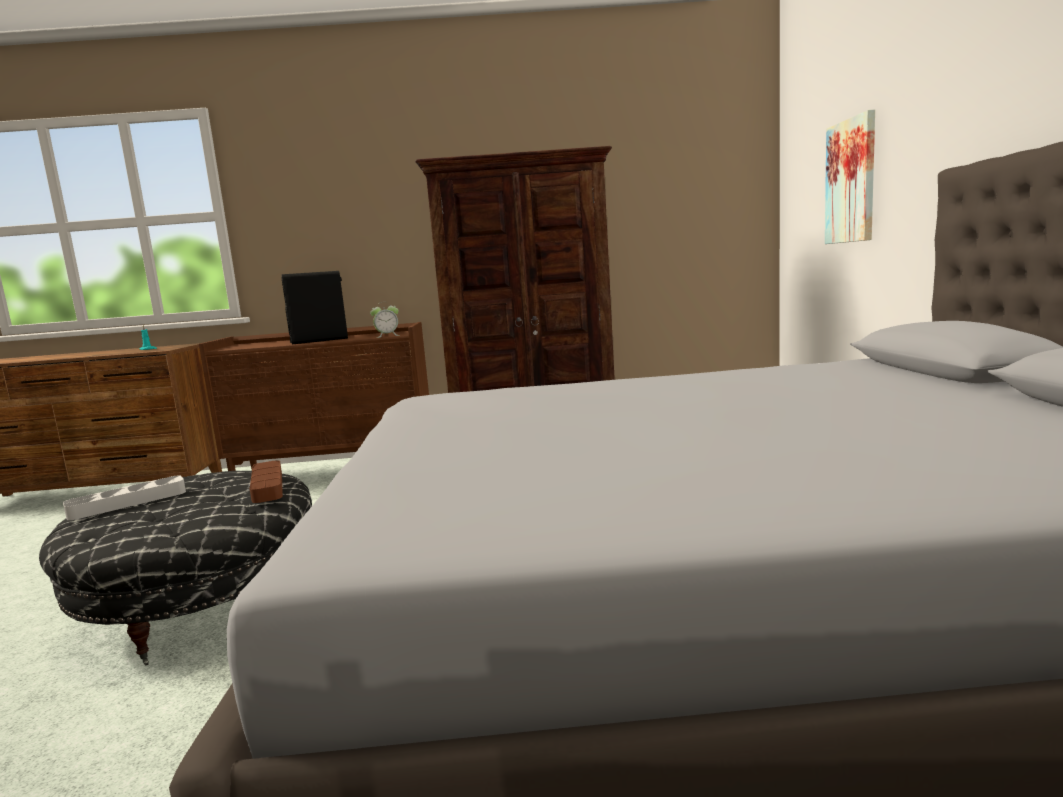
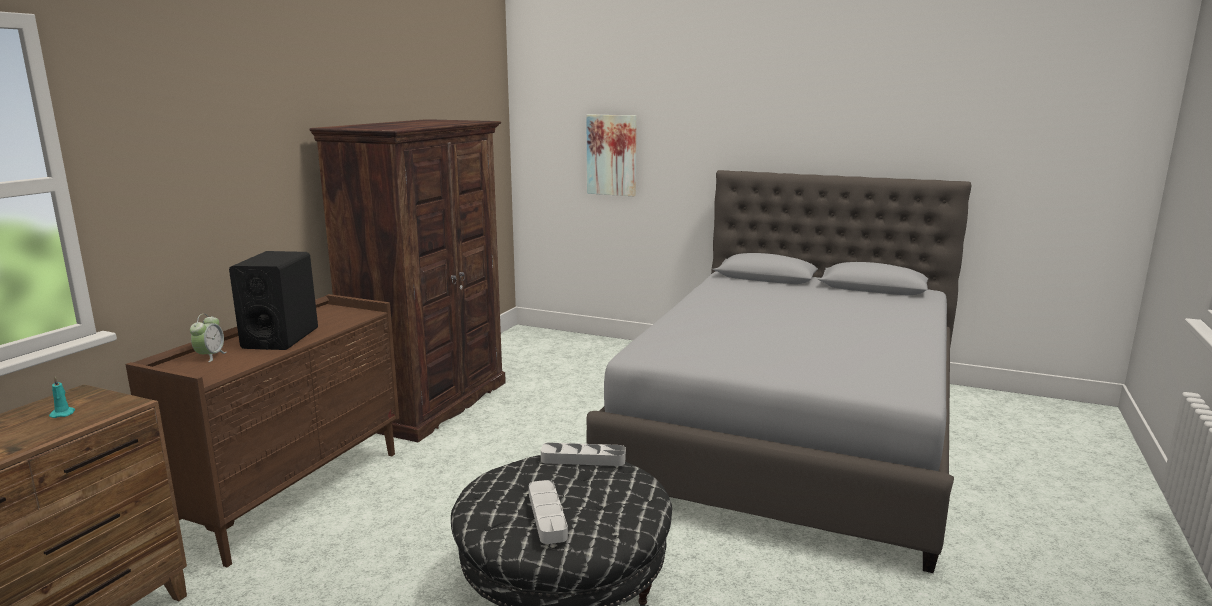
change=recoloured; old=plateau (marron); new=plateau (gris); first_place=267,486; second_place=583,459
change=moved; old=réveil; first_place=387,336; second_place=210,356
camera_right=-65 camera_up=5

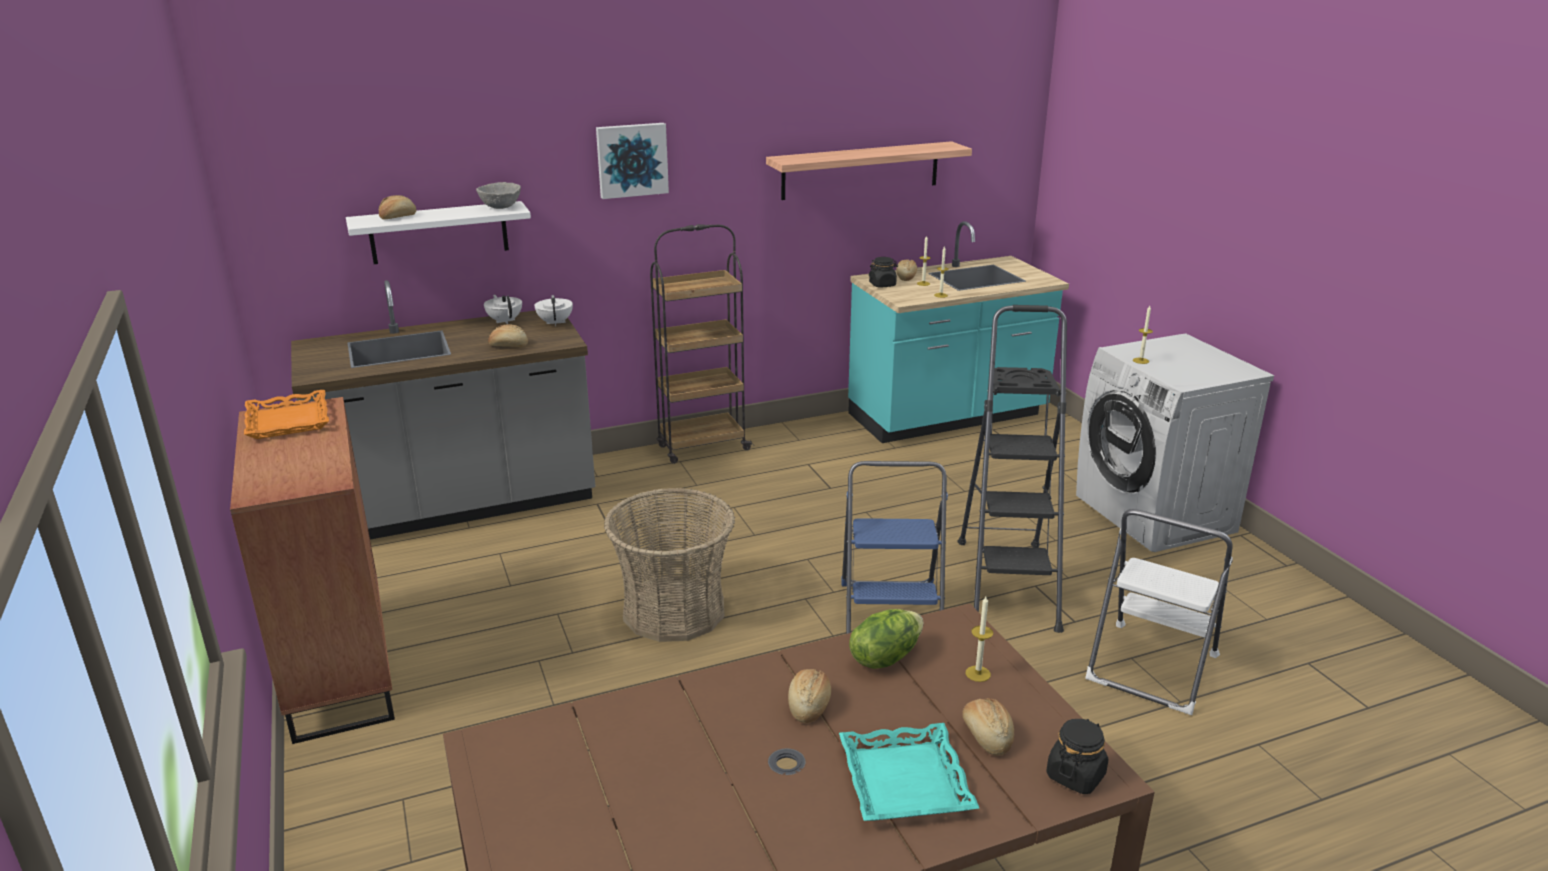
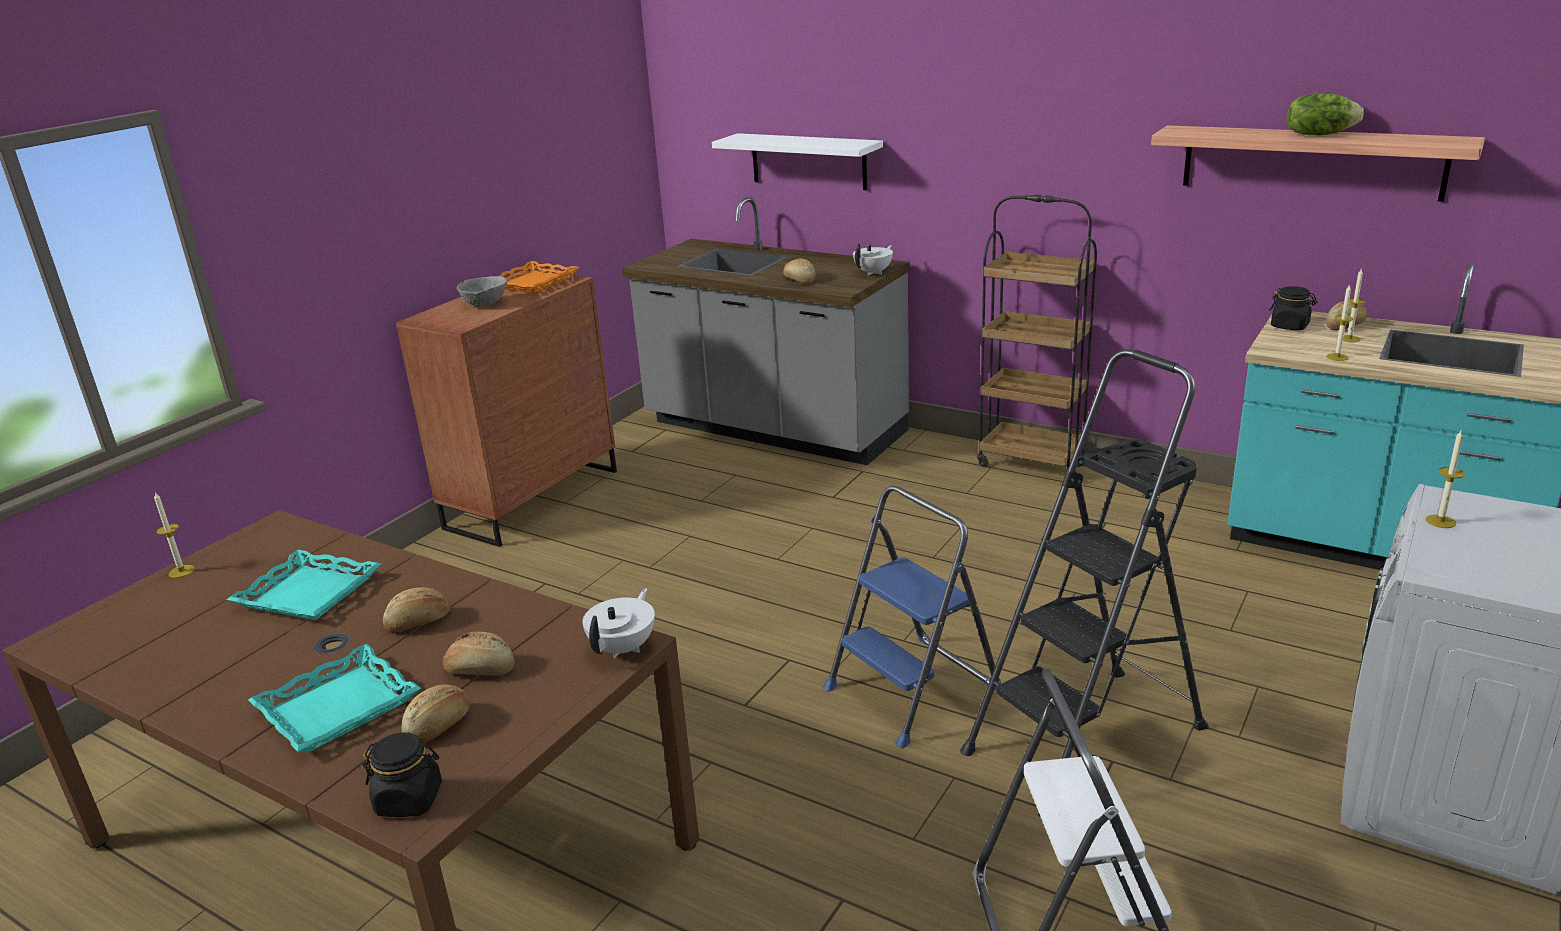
change=moved; old=pain; first_place=397,217; second_place=481,669
change=moved; old=bol (gris); first_place=501,207; second_place=486,304
change=moved; old=théière (blanc); first_place=505,321; second_place=624,647
change=removed; old=tableau; first_place=631,160
change=removed; old=panier; first_place=674,610
change=moved; old=laitue; first_place=885,657; second_place=1318,134
change=moved; old=bougie; first_place=978,673; second_place=181,571
change=added; new=plateau (turquoise); second_place=308,594
camera_right=55 camera_up=0

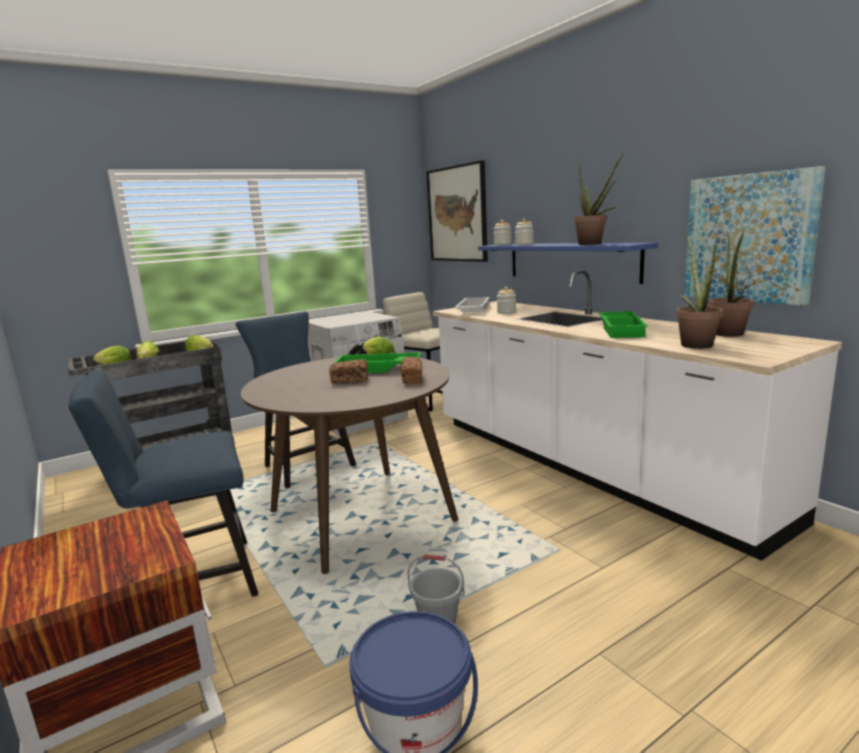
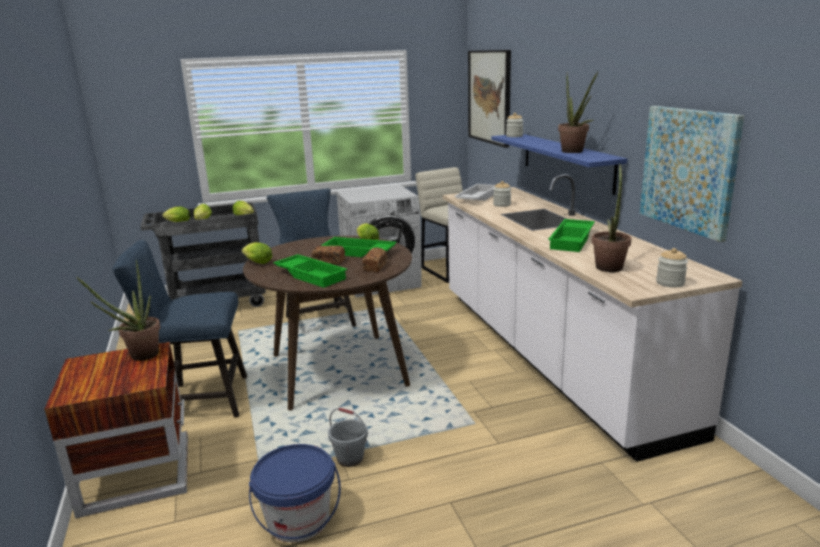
change=moved; old=bocal; first_place=524,244; second_place=670,283
change=moved; old=plante en pot; first_place=729,335; second_place=139,357
change=added; new=laitue; second_place=256,262
change=added; new=plateau (vert); second_place=311,275
camera_right=15 camera_up=5

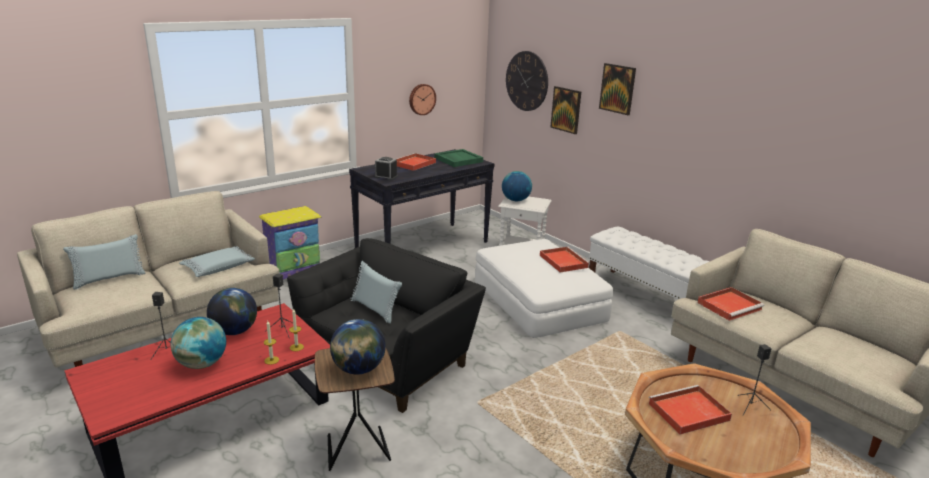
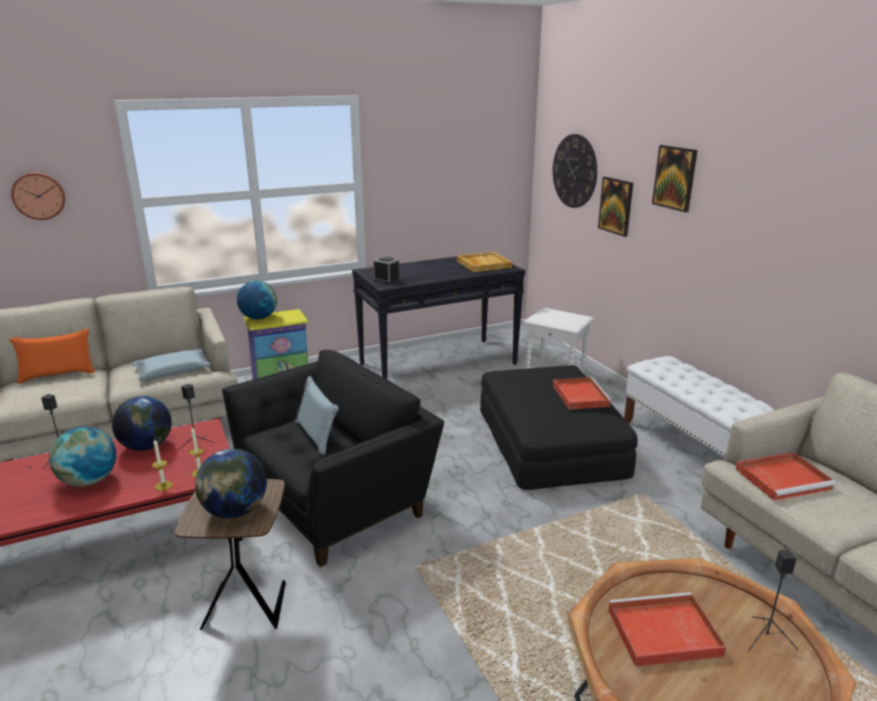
change=recoloured; old=coussin (bleu); new=coussin (orange); first_place=109,279; second_place=58,375
change=removed; old=plateau (rouge); first_place=413,164
change=moved; old=horloge murale; first_place=421,99; second_place=38,196
change=recoloured; old=plateau (vert); new=plateau (beige); first_place=458,160; second_place=483,264
change=recoloured; old=pouf (blanc); new=pouf (noir); first_place=539,300; second_place=550,441
change=moved; old=globe; first_place=515,200; second_place=258,318
camera_right=15 camera_up=0

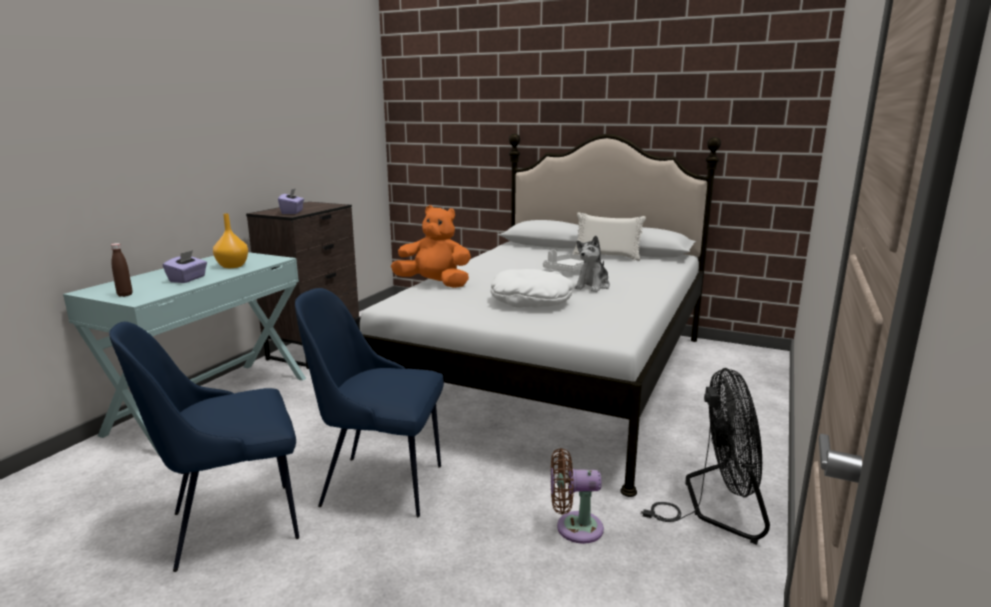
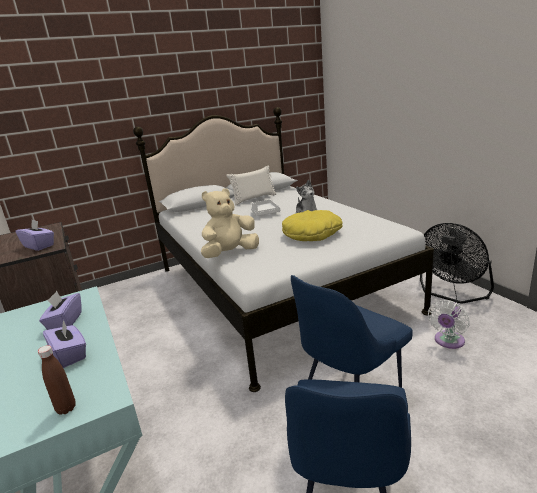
change=replaced; old=vase (orange); new=boîte à mouchoirs (violet); first_place=232,266; second_place=65,322
change=recoloured; old=peluche (orange); new=peluche (beige); first_place=435,284; second_place=230,253
change=recoloured; old=coussin (blanc); new=coussin (jaune); first_place=531,301; second_place=310,234
change=recoloured; old=ventilateur (marron); new=ventilateur (blanc); first_place=574,528; second_place=448,341
camera_right=-50 camera_up=5

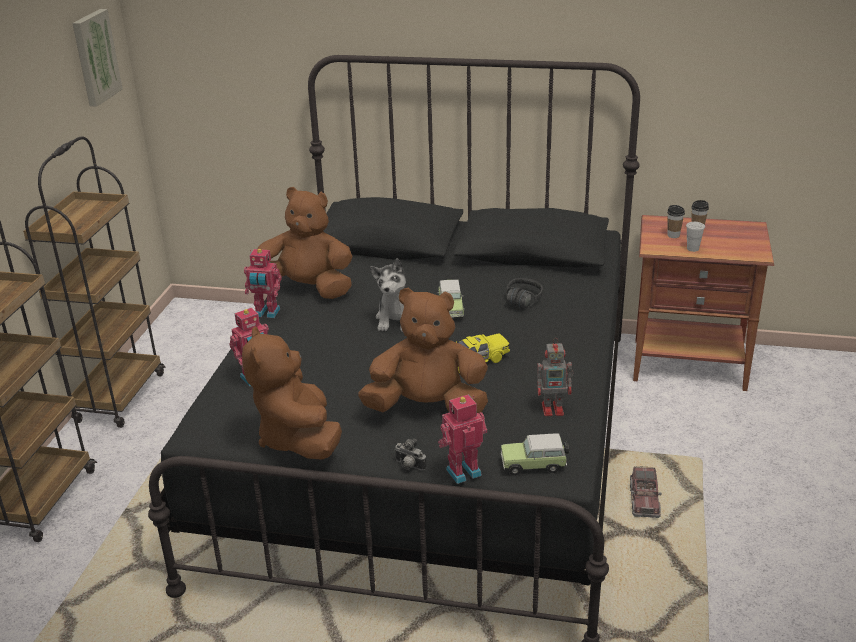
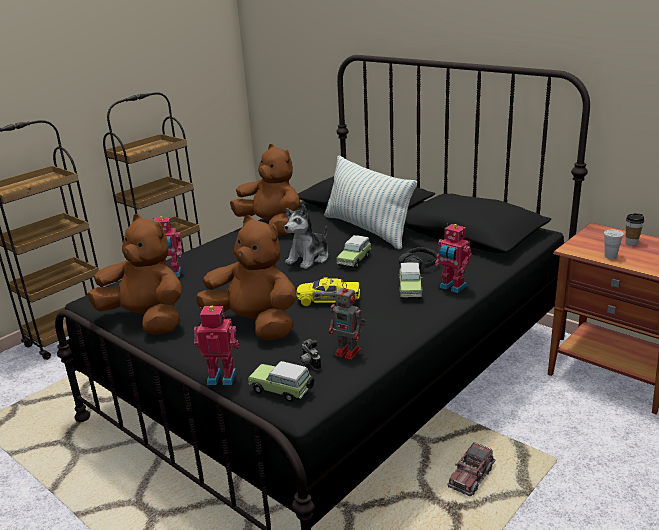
change=removed; old=tableau; first_place=94,57
change=turned; old=peluche (marron); first_place=298,438; second_place=147,320; degrees=105
change=moved; old=robot jouet; first_place=266,313; second_place=452,287
change=moved; old=appareil photo; first_place=409,466; second_place=309,364
change=removed; old=tasse; first_place=673,235
change=added; new=coussin; second_place=367,229
change=added; new=petite voiture; second_place=410,290
camera_right=30 camera_up=-5

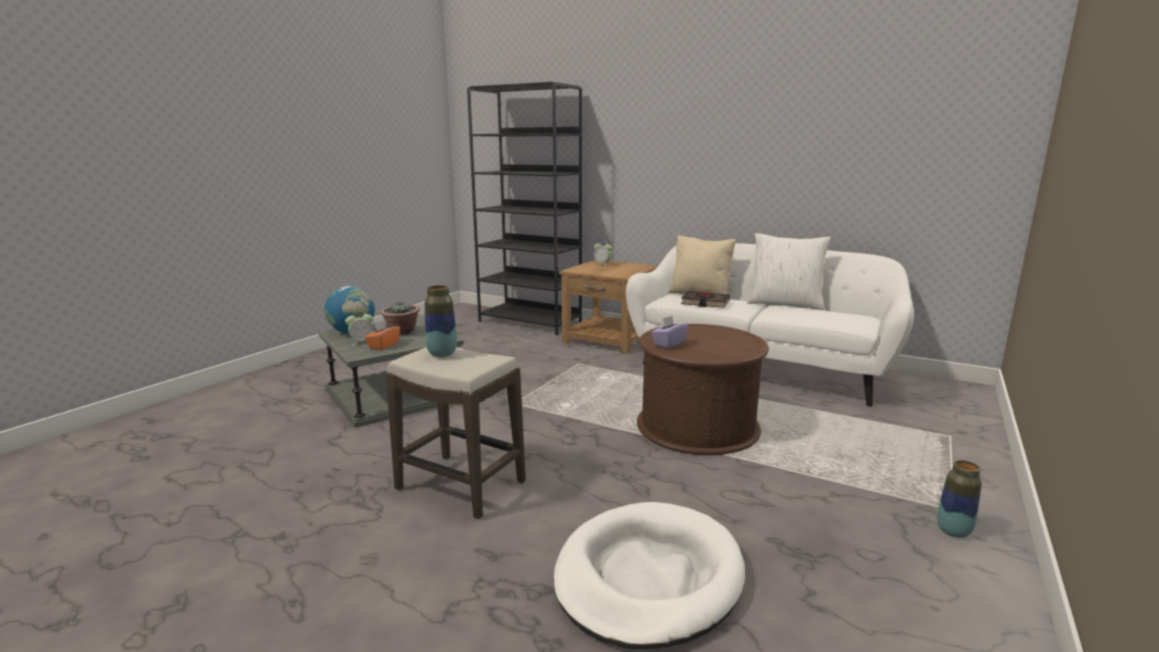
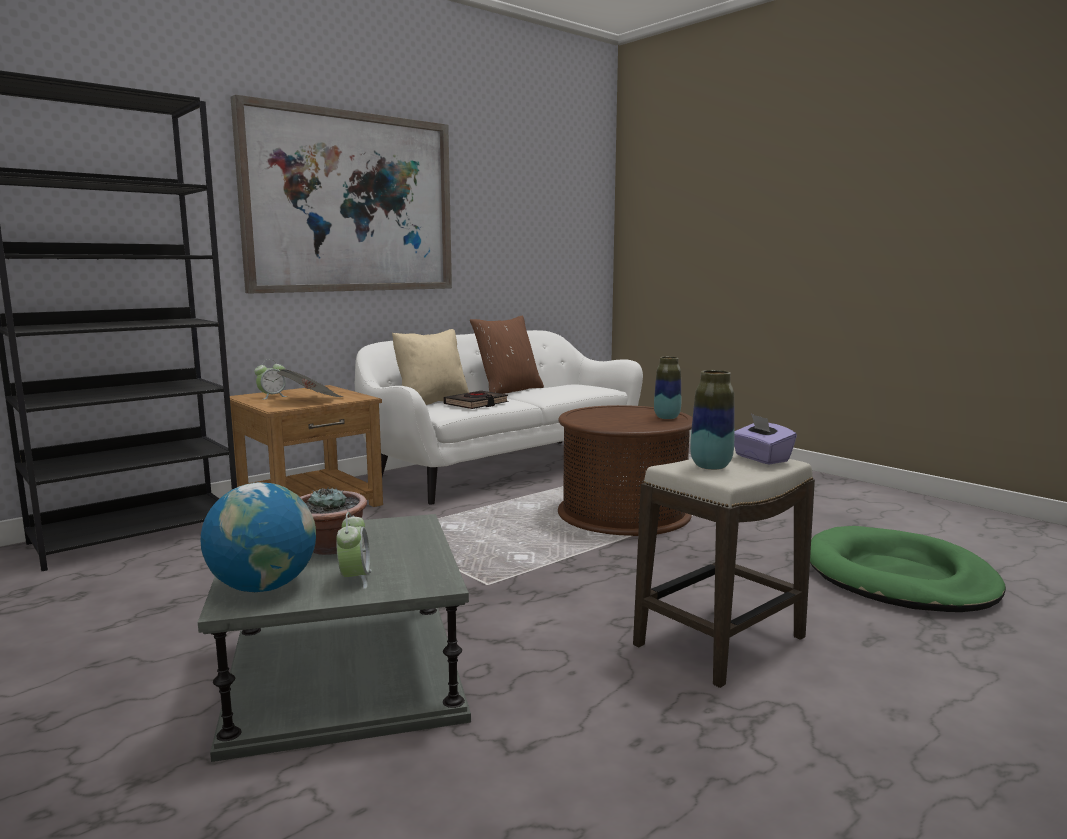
change=removed; old=boîte à mouchoirs (orange); first_place=383,345
change=recoloured; old=panier pour chien (blanc); new=panier pour chien (vert); first_place=648,577; second_place=898,577
change=moved; old=boîte à mouchoirs (violet); first_place=669,344; second_place=761,458
change=recoloured; old=coussin (blanc); new=coussin (marron); first_place=785,304; second_place=508,391
change=moved; old=vase; first_place=953,531; second_place=667,417
change=added; new=tableau; second_place=350,203
change=added; new=journal; second_place=311,400
camera_right=-70 camera_up=-5

